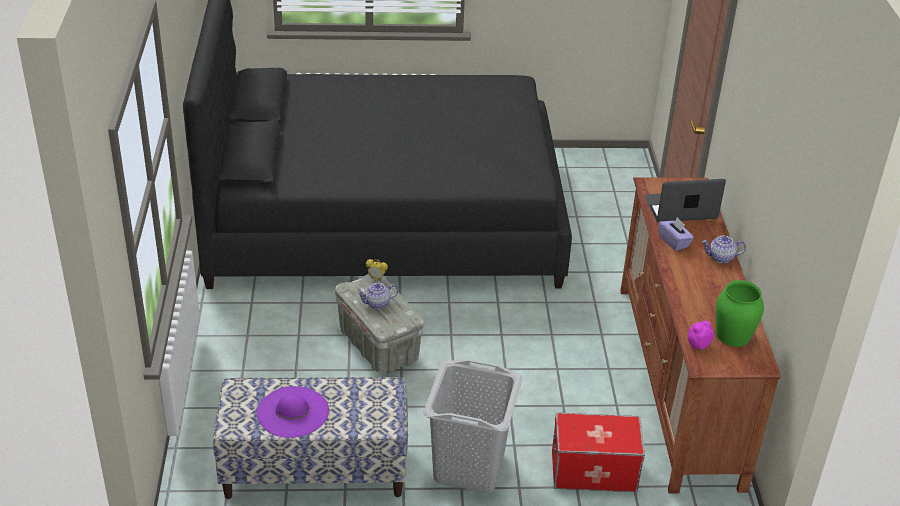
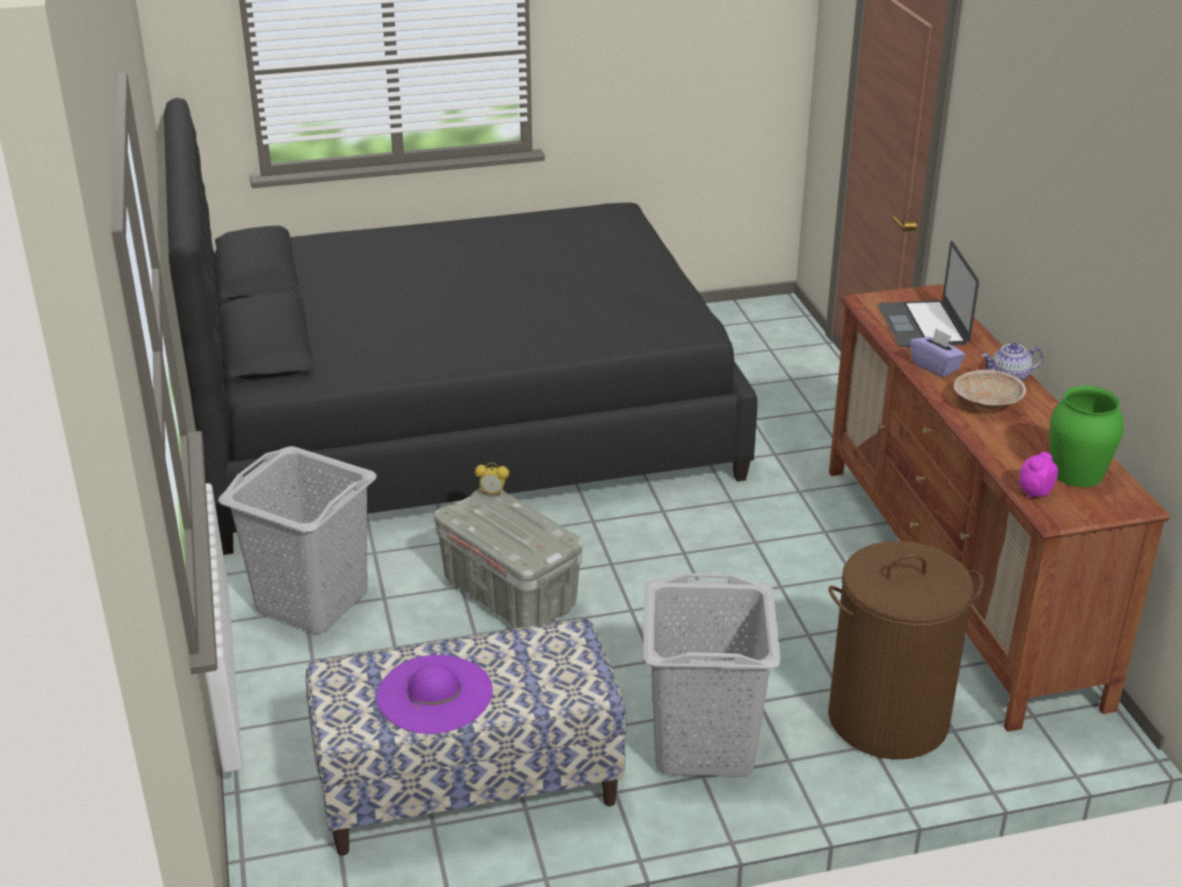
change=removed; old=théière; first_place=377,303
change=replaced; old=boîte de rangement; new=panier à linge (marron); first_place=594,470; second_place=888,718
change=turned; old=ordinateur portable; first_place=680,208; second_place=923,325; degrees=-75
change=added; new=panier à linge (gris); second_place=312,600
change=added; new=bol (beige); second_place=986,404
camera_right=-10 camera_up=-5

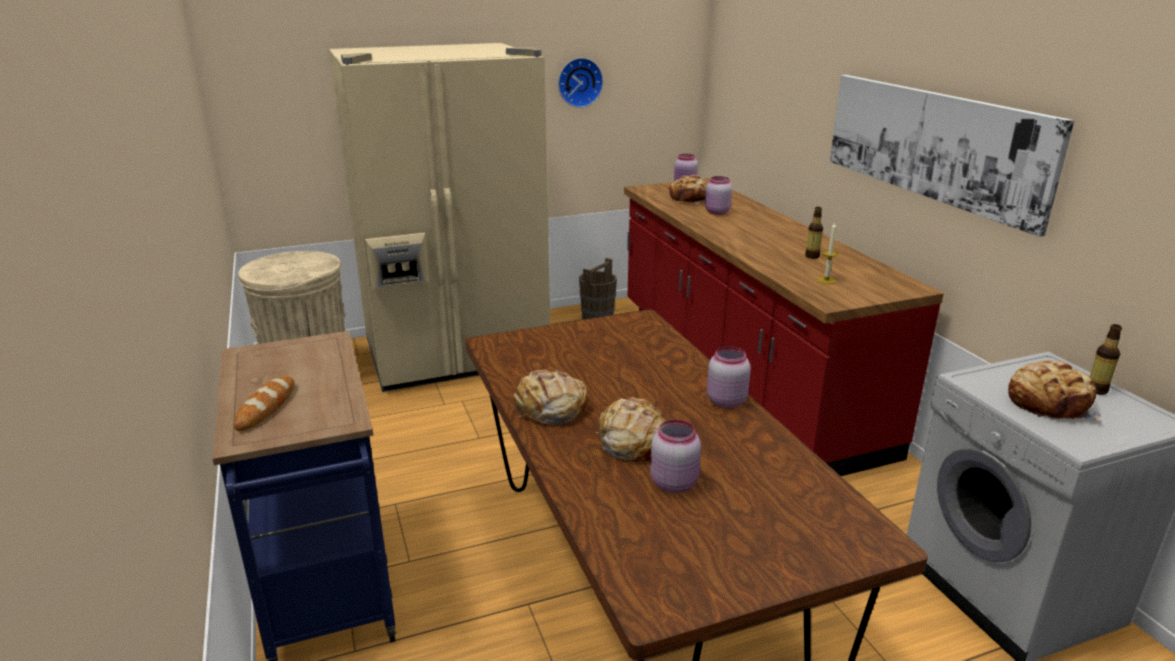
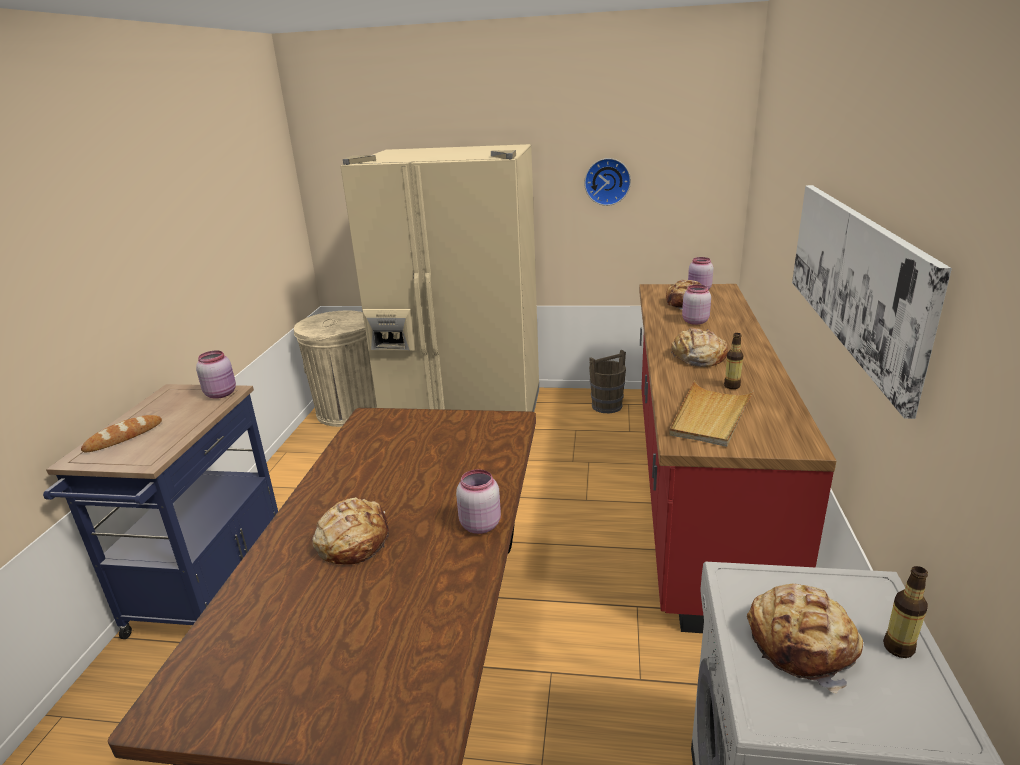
change=moved; old=pain; first_place=550,409; second_place=697,357
change=moved; old=bocal (rose); first_place=674,482; second_place=222,393
change=replaced; old=bougie; new=plateau (beige); first_place=826,280; second_place=710,417
camera_right=30 camera_up=0

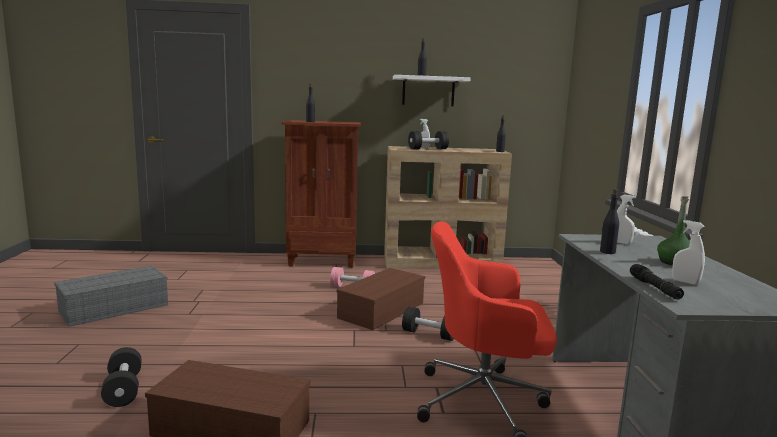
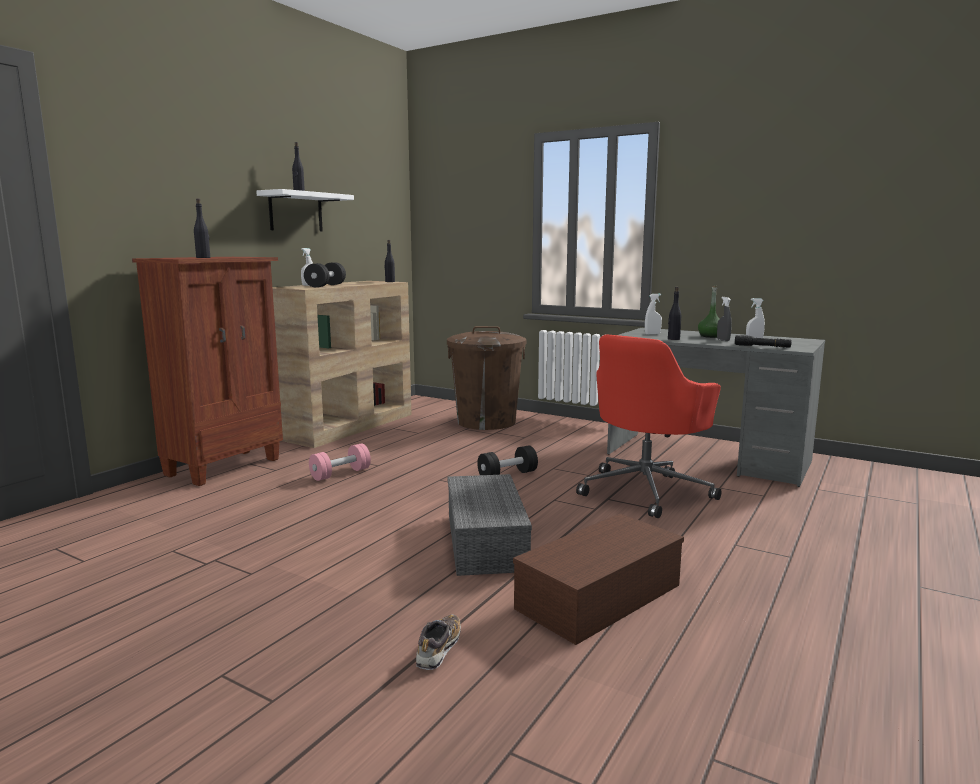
change=moved; old=boîte de rangement (gris); first_place=113,309; second_place=487,542
change=replaced; old=haltère (noir); new=chaussure; first_place=123,389; second_place=438,650
change=removed; old=boîte de rangement (marron); first_place=381,309
change=added; new=poubelle (marron); second_place=486,422
change=added; new=vaporisateur (gris); second_place=723,340
camera_right=-55 camera_up=0

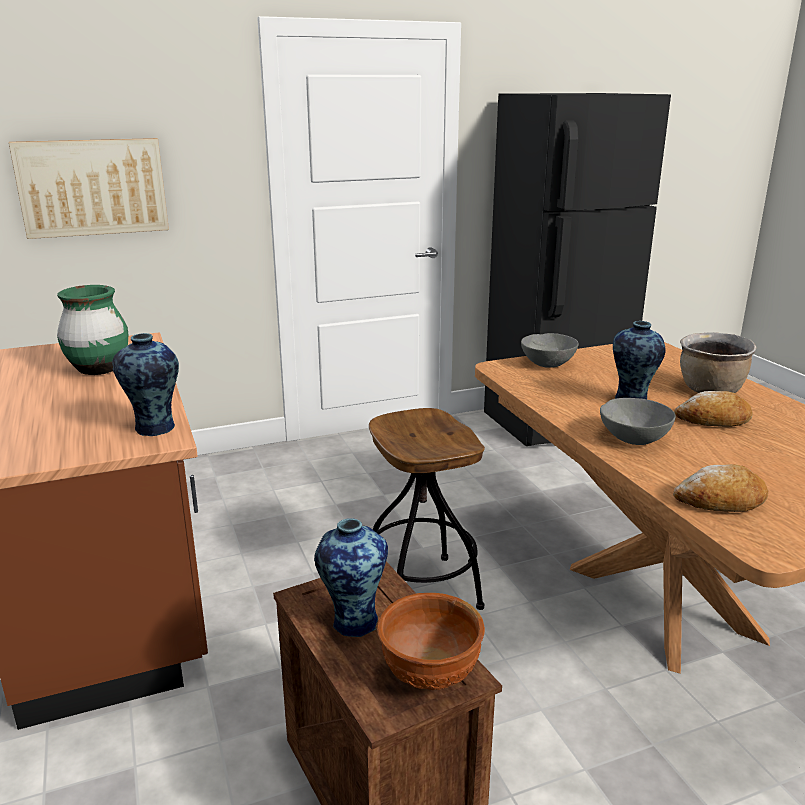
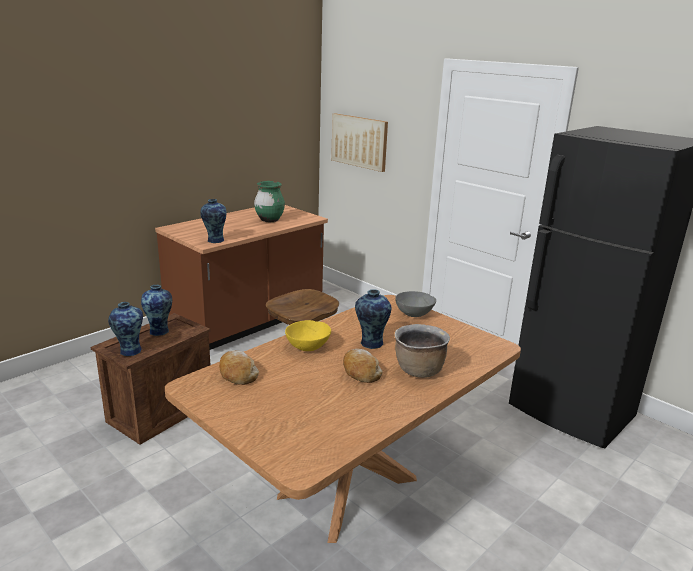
change=replaced; old=bol (marron); new=vase; first_place=429,674; second_place=129,351
change=recoloured; old=bol (gris); new=bol (jaune); first_place=633,438; second_place=308,346
camera_right=65 camera_up=0

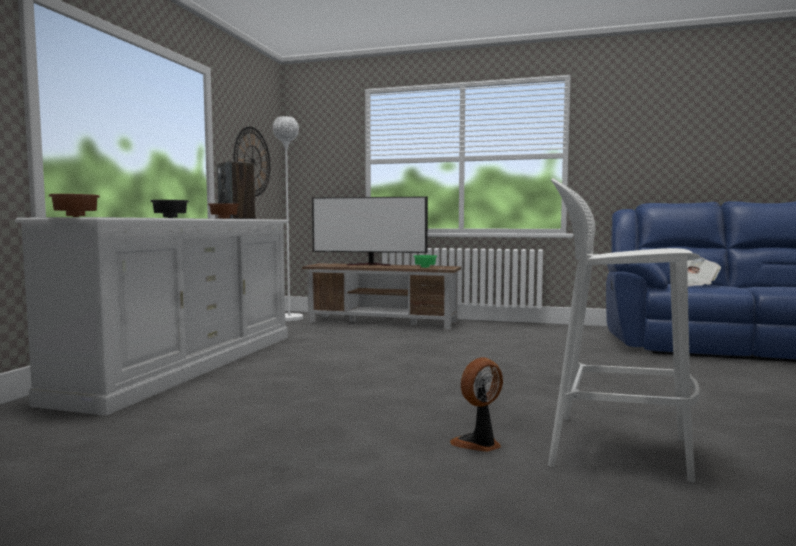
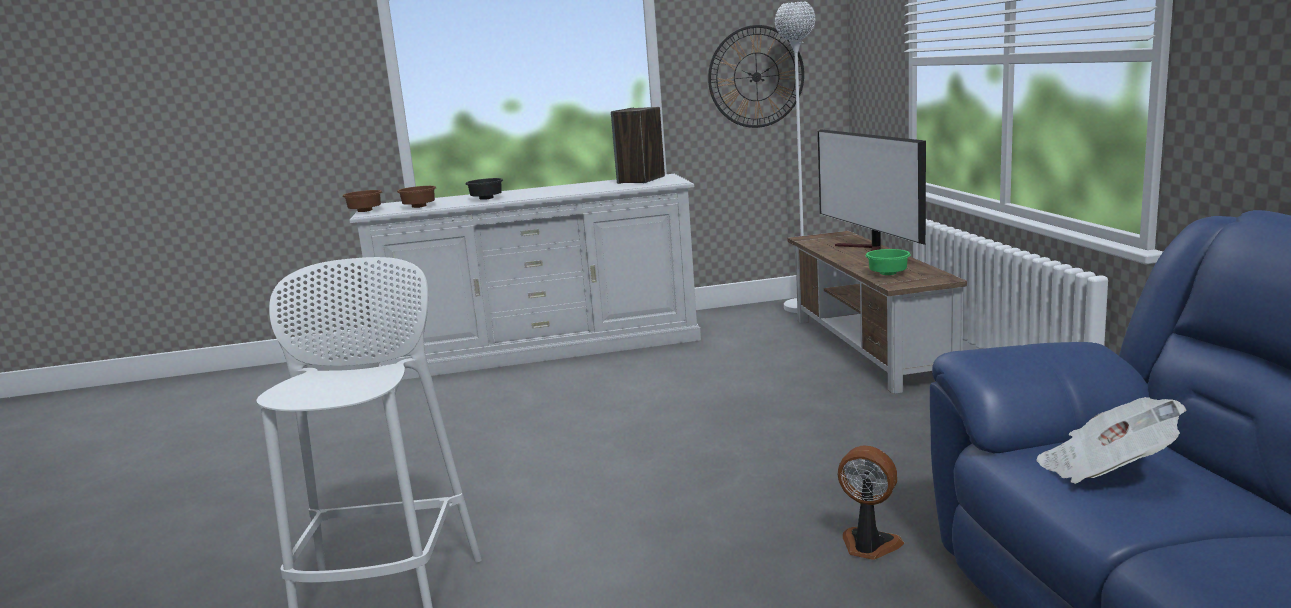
change=moved; old=bol (marron); first_place=224,218; second_place=420,207
change=moved; old=ventilateur; first_place=479,444; second_place=868,546
camera_right=65 camera_up=10

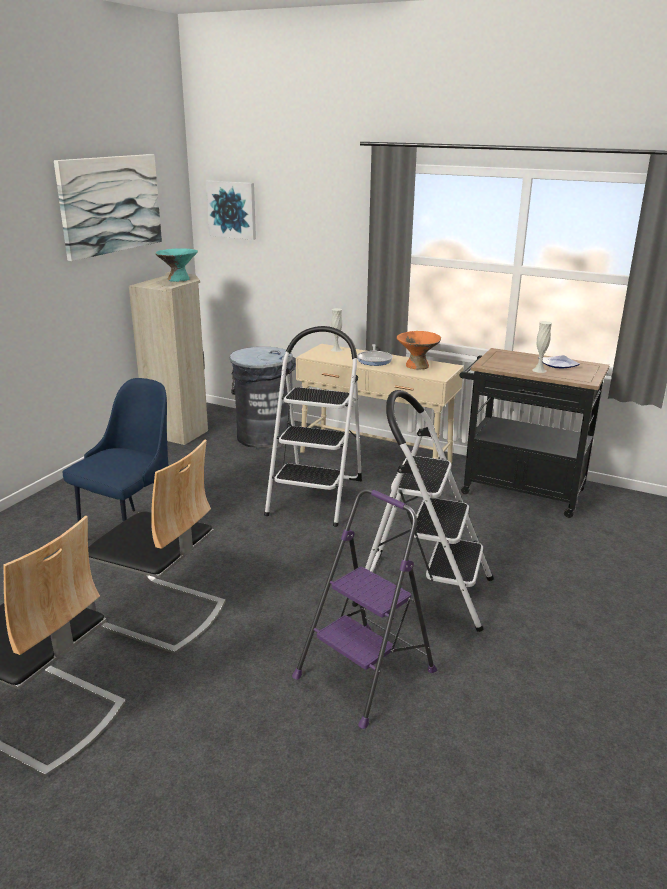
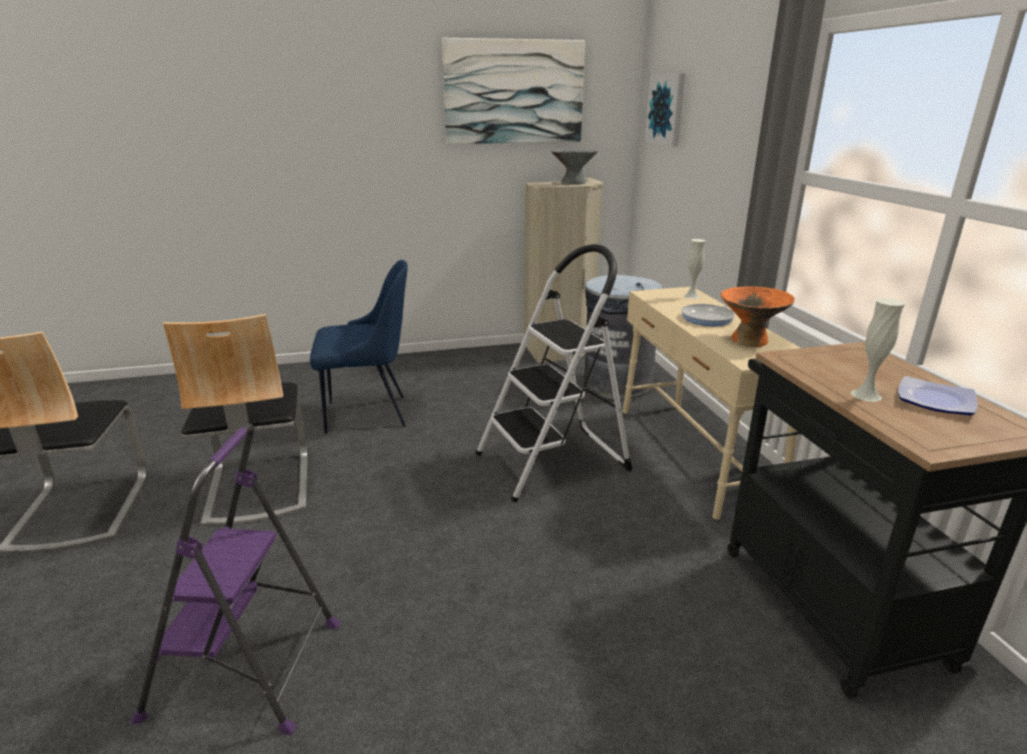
change=recoloured; old=bol (turquoise); new=bol (gris); first_place=178,279; second_place=573,183
change=removed; old=escabeau; first_place=420,591
camera_right=50 camera_up=0

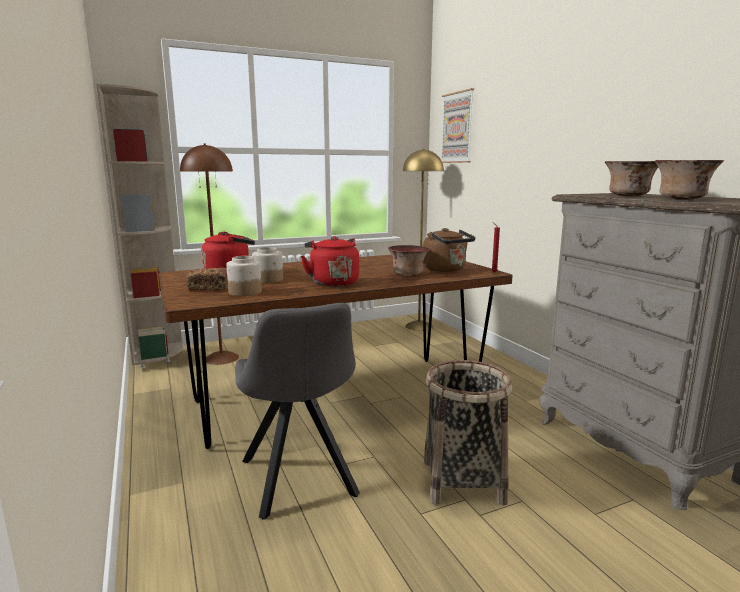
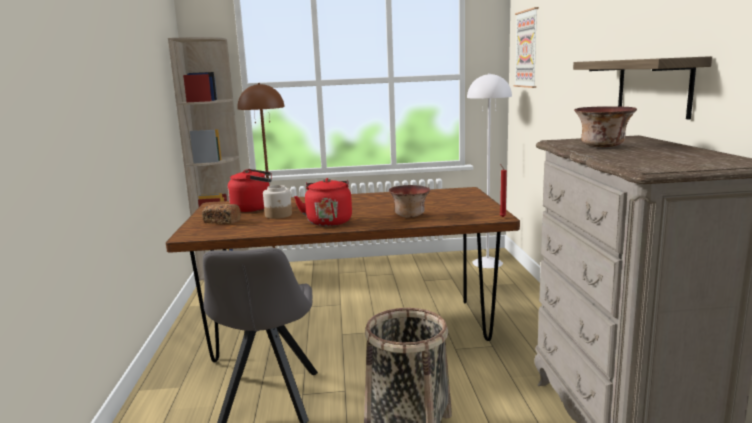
change=removed; old=bocal; first_place=244,292
change=recoloured; old=lampadaire (jaune); new=lampadaire (blanc); first_place=419,326; second_place=487,263
change=removed; old=bouilloire (marron); first_place=446,270
change=removed; old=bol; first_place=682,199
change=added; new=étagère; second_place=653,86
camera_right=20 camera_up=0

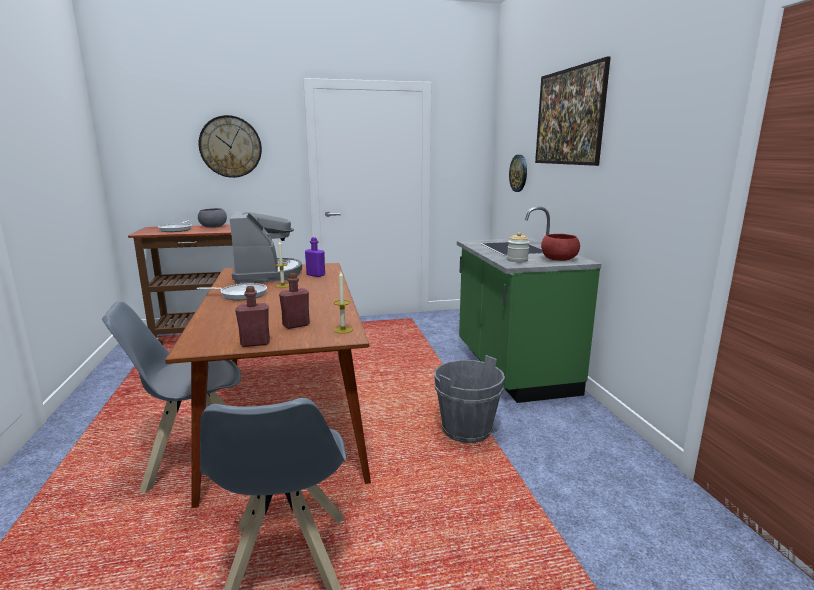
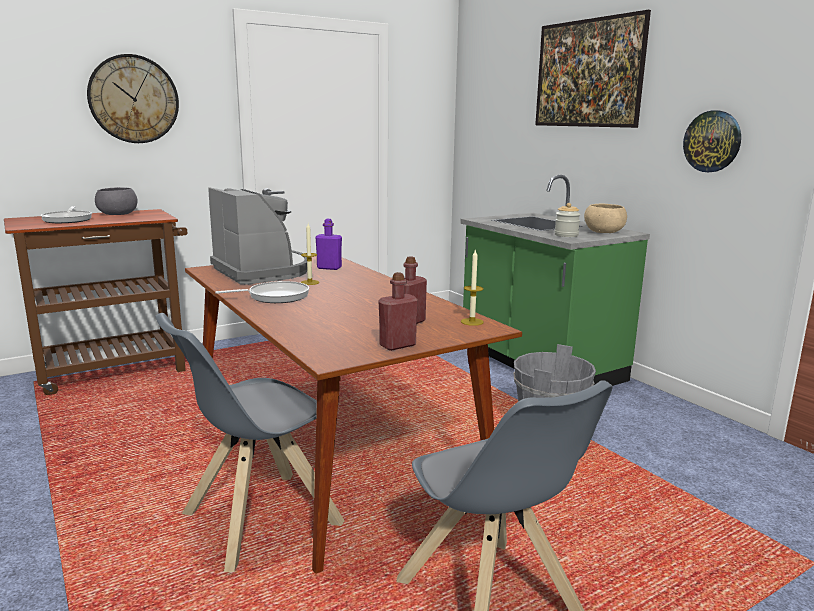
change=moved; old=horloge murale; first_place=519,173; second_place=712,141
change=recoloured; old=bol (rouge); new=bol (beige); first_place=559,259; second_place=604,232
camera_right=-20 camera_up=0

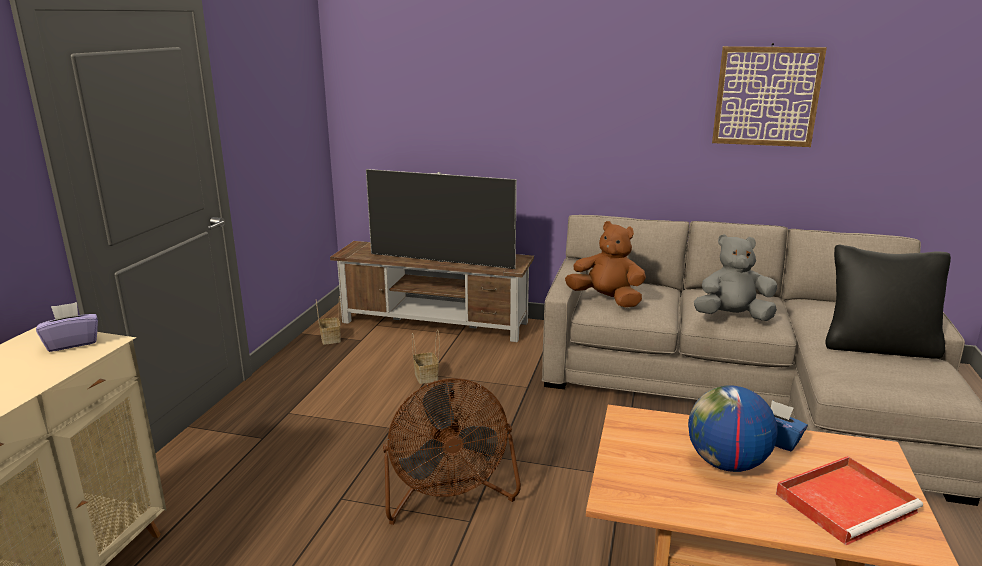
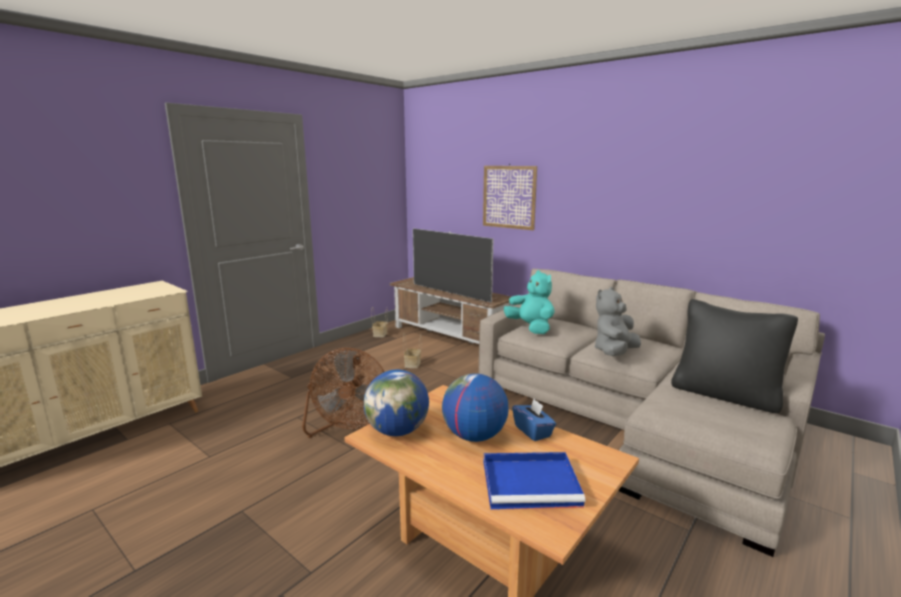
change=removed; old=boîte à mouchoirs (violet); first_place=72,343
change=recoloured; old=peluche (marron); new=peluche (turquoise); first_place=607,300; second_place=531,328
change=turned; old=peluche (gris); first_place=732,317; second_place=614,352; degrees=-75
change=moved; old=tableau; first_place=767,95; second_place=509,196
change=recoloured; old=plateau (rouge); new=plateau (bleu); first_place=846,502; second_place=532,483
change=added; new=globe; second_place=397,431
camera_right=25 camera_up=-5

